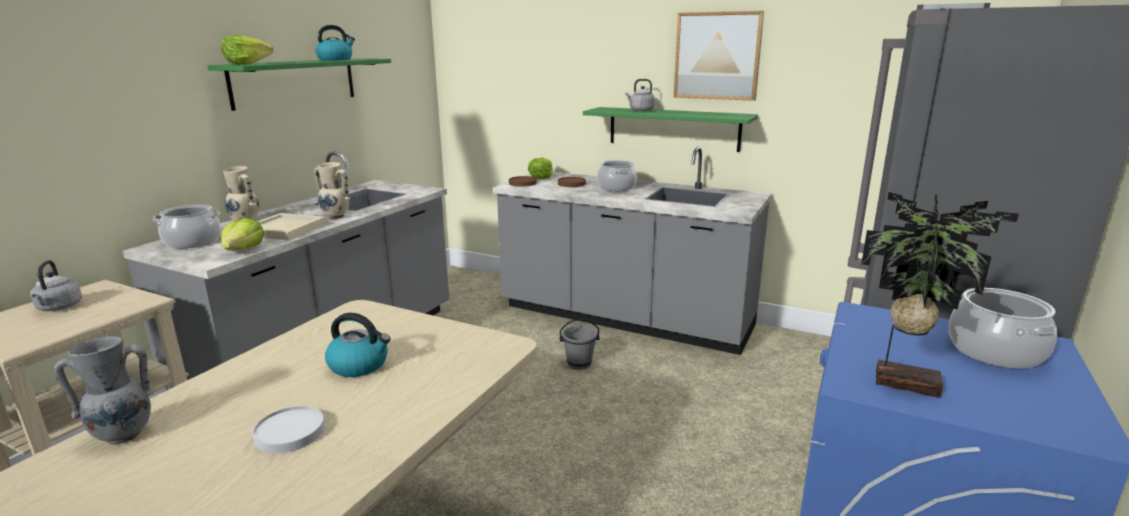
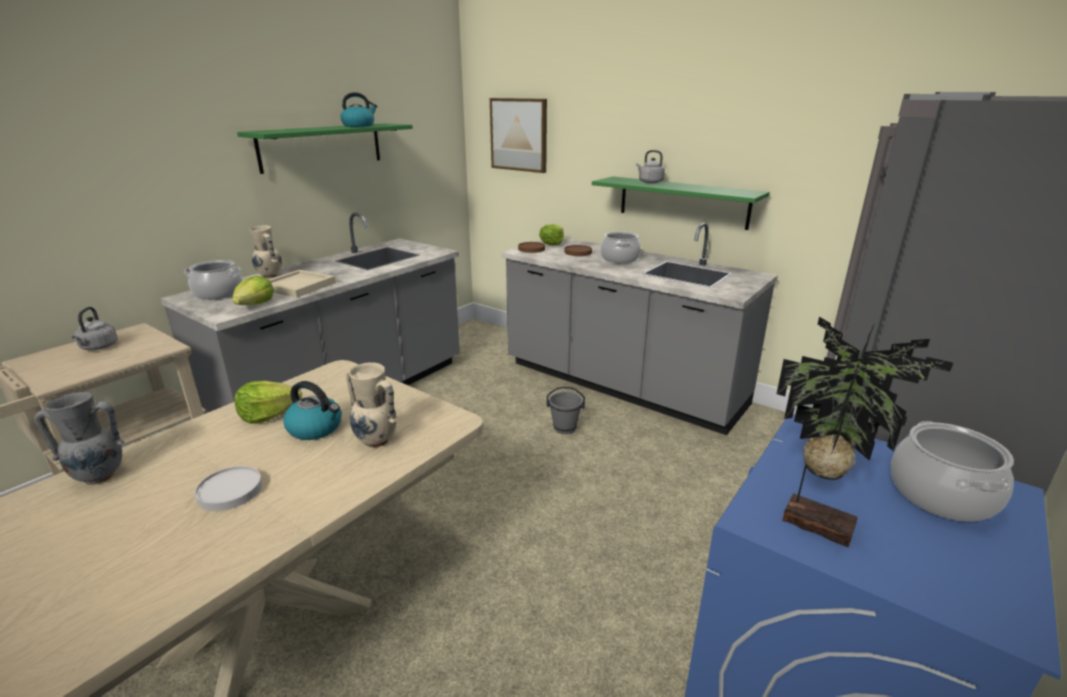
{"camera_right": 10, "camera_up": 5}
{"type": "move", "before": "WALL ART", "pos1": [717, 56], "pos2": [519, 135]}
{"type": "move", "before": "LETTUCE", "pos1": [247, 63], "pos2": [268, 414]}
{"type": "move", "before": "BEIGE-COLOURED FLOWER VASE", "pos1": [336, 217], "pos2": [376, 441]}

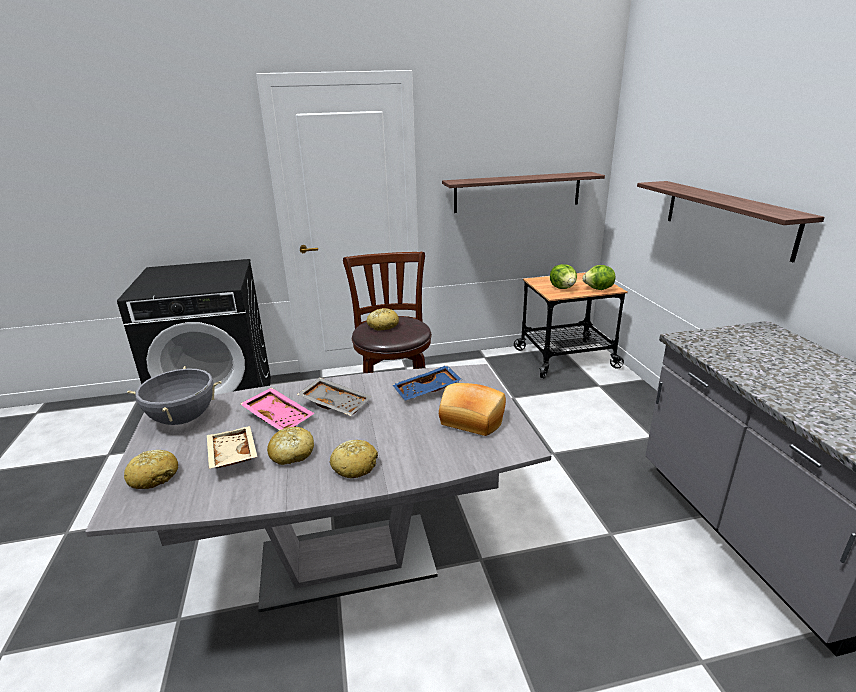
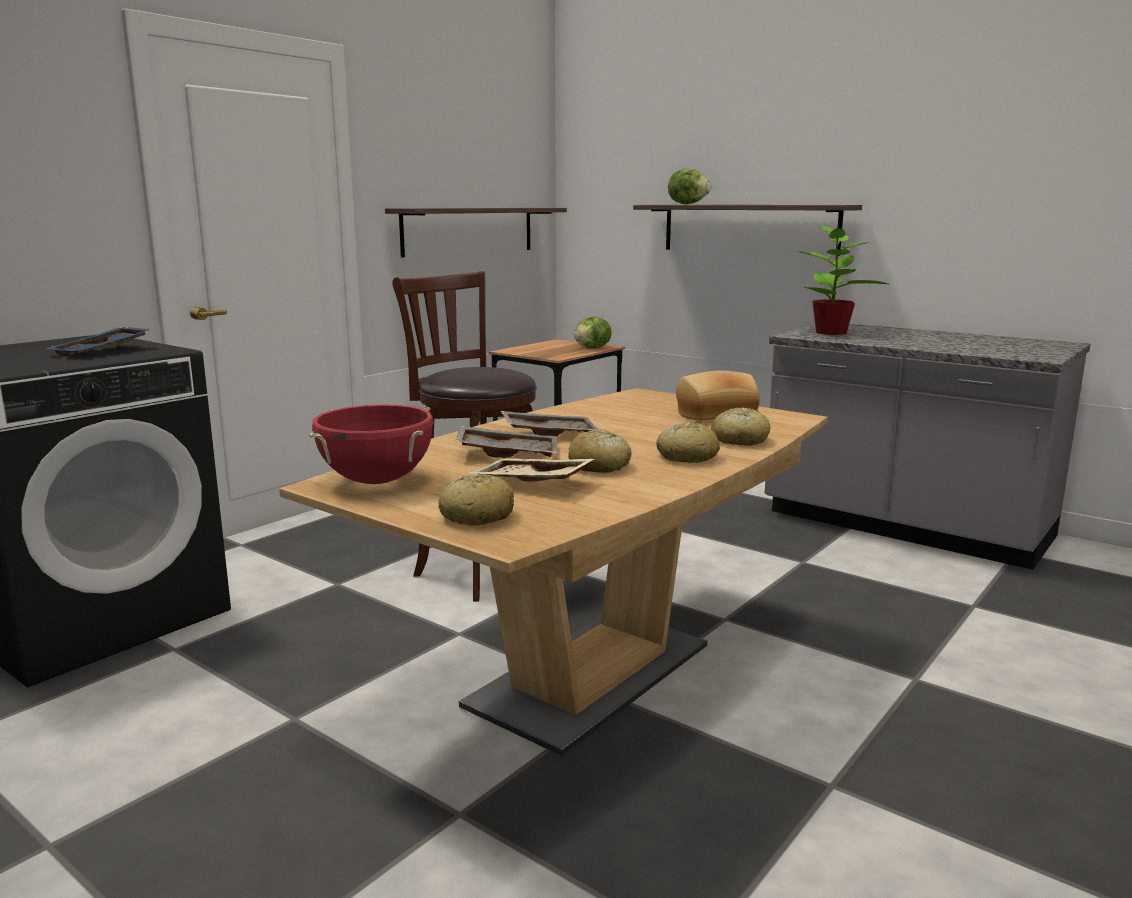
{"camera_right": -40, "camera_up": -10}
{"type": "move", "before": "LETTUCE", "pos1": [563, 288], "pos2": [688, 204]}
{"type": "move", "before": "BAKED BREAD", "pos1": [382, 326], "pos2": [739, 440]}
{"type": "recolor", "before": "GREY DINING TABLE", "after": "BROWN-COLOURED DINING TABLE", "pos1": [347, 561], "pos2": [590, 676]}
{"type": "move", "before": "BLUE-COLOURED TRAY", "pos1": [427, 391], "pos2": [103, 351]}
{"type": "recolor", "before": "GREY STOCKPOT", "after": "RED-COLOURED STOCKPOT", "pos1": [183, 419], "pos2": [377, 481]}
{"type": "recolor", "before": "PINKISH TRAY", "after": "GREY TRAY", "pos1": [279, 416], "pos2": [508, 453]}
{"type": "insert", "after": "POTTED PLANT", "pos2": [831, 333]}

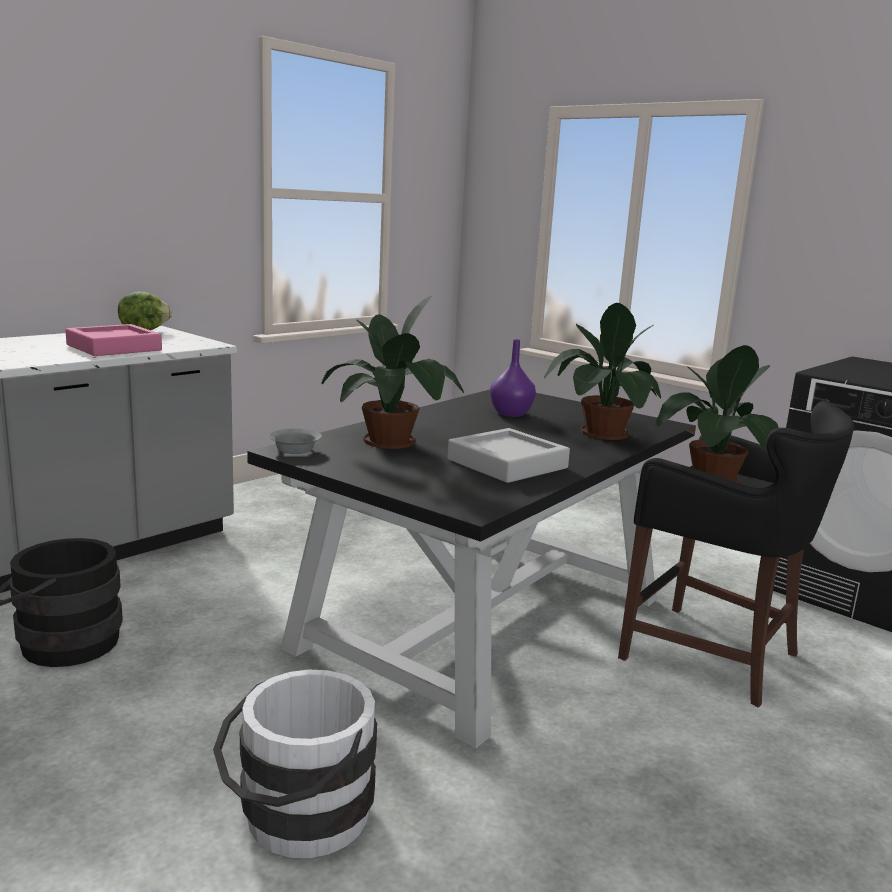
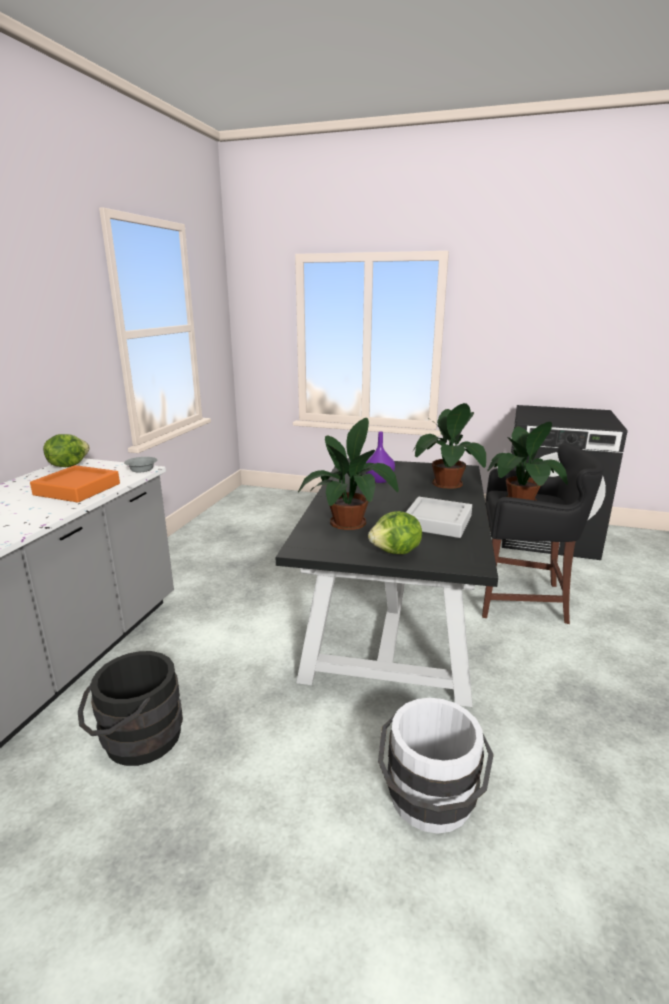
{"camera_right": -25, "camera_up": 5}
{"type": "recolor", "before": "PINKISH TRAY", "after": "ORANGEY TRAY", "pos1": [114, 347], "pos2": [77, 489]}
{"type": "move", "before": "GREY SERVING BOWL", "pos1": [295, 450], "pos2": [142, 470]}
{"type": "insert", "after": "LETTUCE", "pos2": [396, 552]}

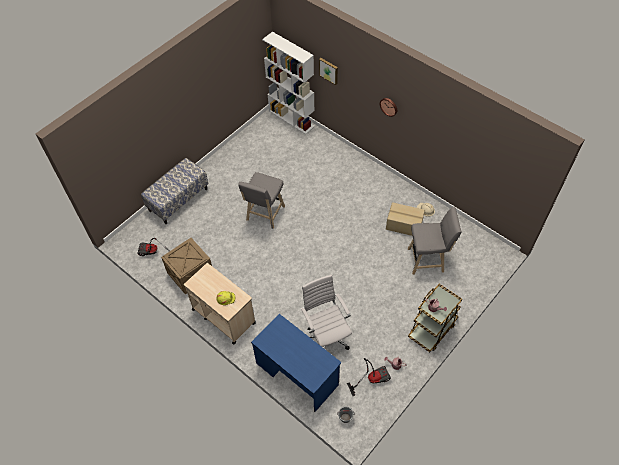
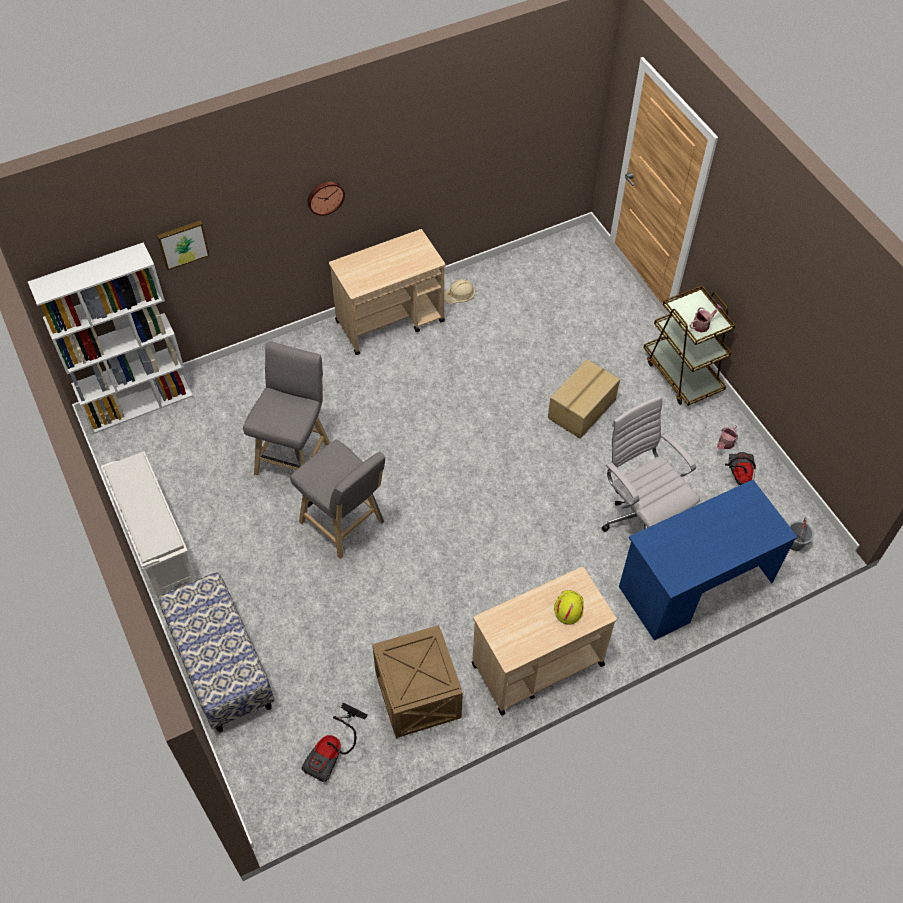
{"camera_right": -70, "camera_up": 0}
{"type": "move", "before": "CARDBOARD BOX", "pos1": [404, 225], "pos2": [582, 409]}
{"type": "move", "before": "GREY STOOL SEAT", "pos1": [428, 260], "pos2": [294, 455]}
{"type": "rotate", "before": "WHITE-COLOURED DESK CHAIR", "pos1": [326, 336], "pos2": [640, 517], "turn": 60}
{"type": "insert", "after": "BEIGE-COLOURED CART", "pos2": [390, 321]}
{"type": "insert", "after": "WHITE-COLOURED SHOE RACK", "pos2": [156, 543]}

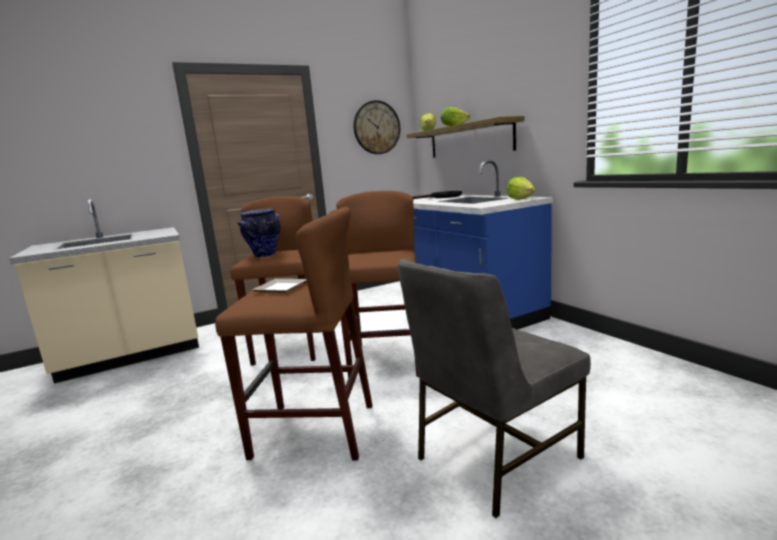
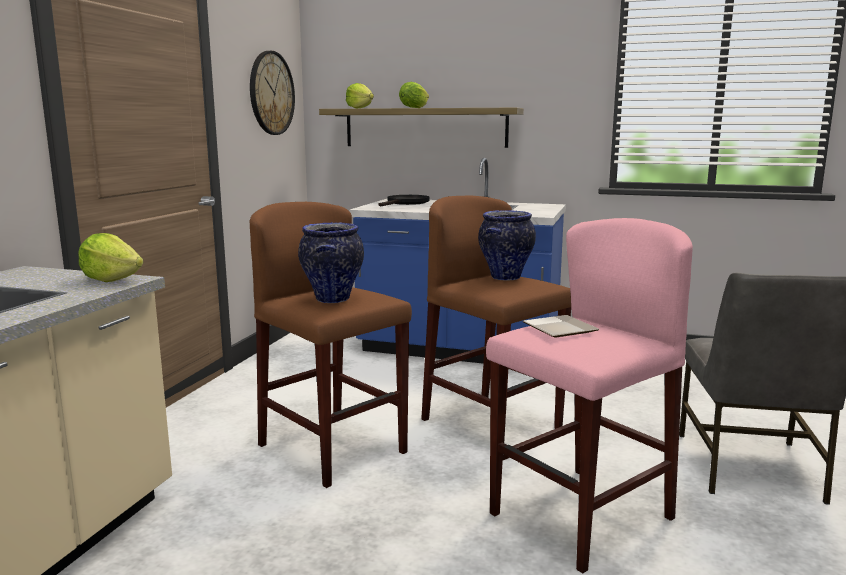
{"camera_right": -45, "camera_up": 0}
{"type": "move", "before": "LETTUCE", "pos1": [520, 199], "pos2": [112, 279]}
{"type": "recolor", "before": "BROWN-COLOURED STOOL SEAT", "after": "PINKISH STOOL SEAT", "pos1": [313, 430], "pos2": [580, 516]}
{"type": "insert", "after": "FLOWER VASE", "pos2": [505, 278]}

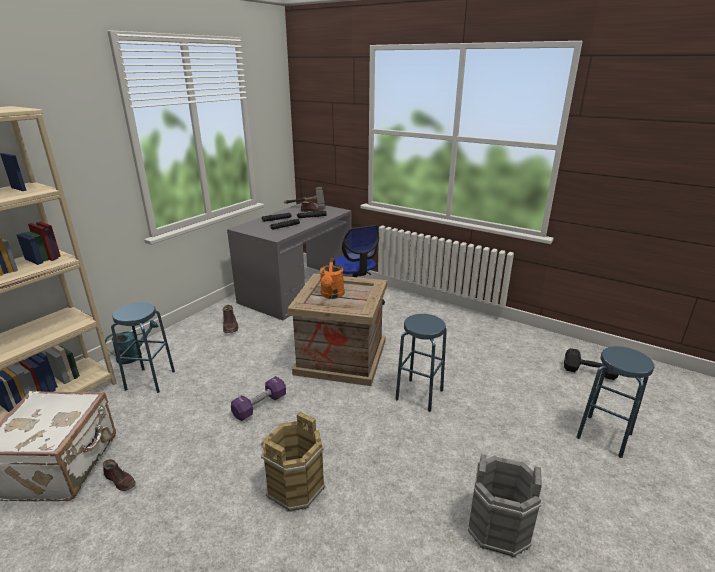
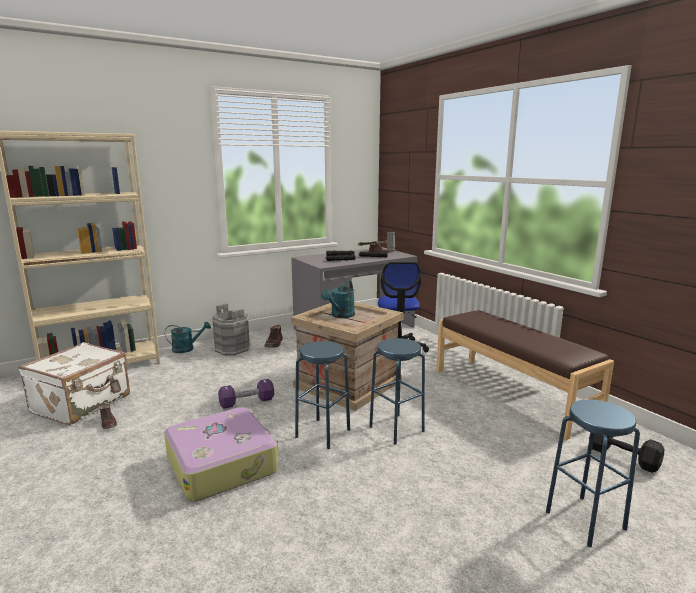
{"camera_right": 25, "camera_up": -10}
{"type": "recolor", "before": "ORANGEY SPRINKLING CAN", "after": "BLUE-GREEN SPRINKLING CAN", "pos1": [332, 295], "pos2": [340, 316]}
{"type": "move", "before": "BLUE-COLOURED STOOL SEAT", "pos1": [150, 380], "pos2": [323, 433]}
{"type": "replace", "before": "BROWN-COLOURED PAIL", "after": "PIECE OF LUGGAGE", "pos1": [295, 486], "pos2": [223, 464]}
{"type": "move", "before": "GREY PAIL", "pos1": [498, 526], "pos2": [232, 349]}
{"type": "insert", "after": "BROWN-COLOURED INDOOR BENCH", "pos2": [511, 393]}

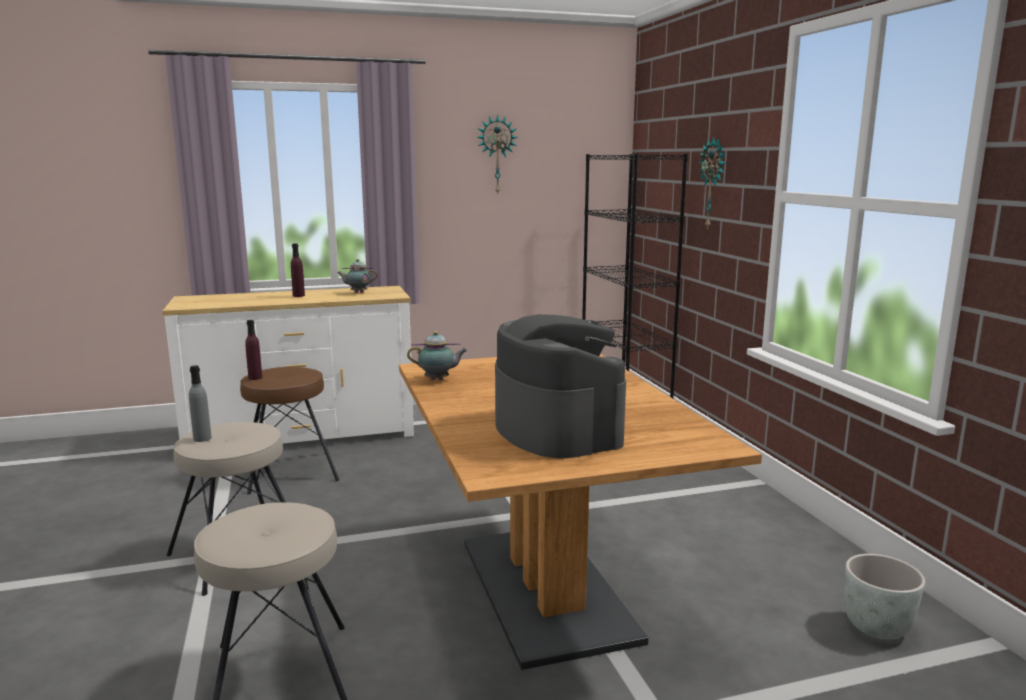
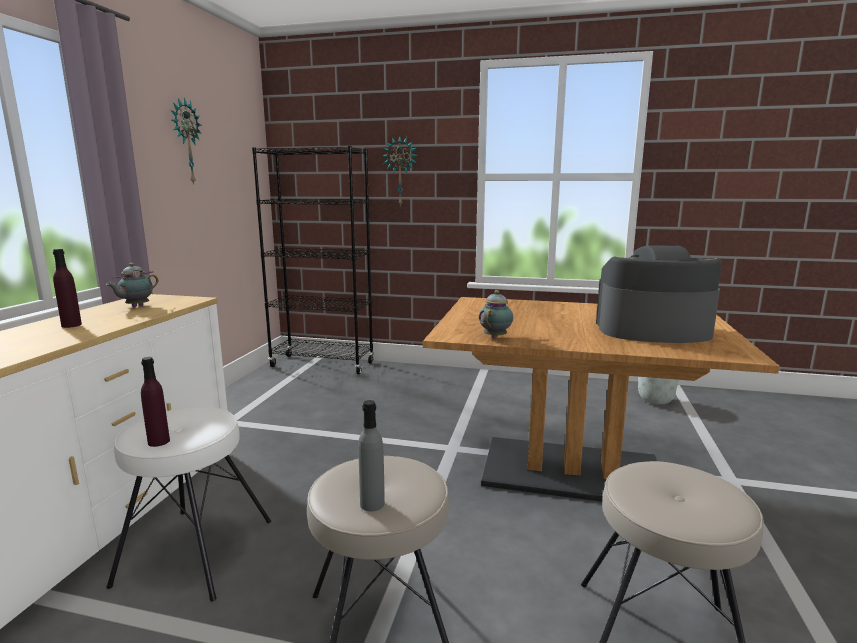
{"camera_right": -60, "camera_up": 0}
{"type": "recolor", "before": "BROWN-COLOURED STOOL SEAT", "after": "WHITE-COLOURED STOOL SEAT", "pos1": [290, 471], "pos2": [194, 551]}

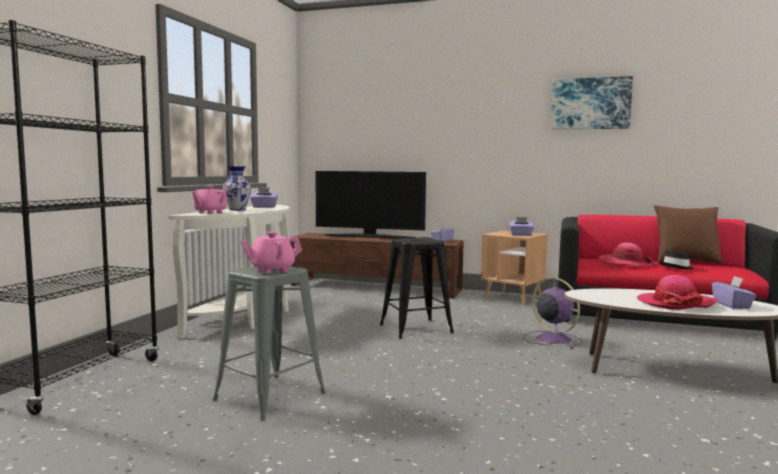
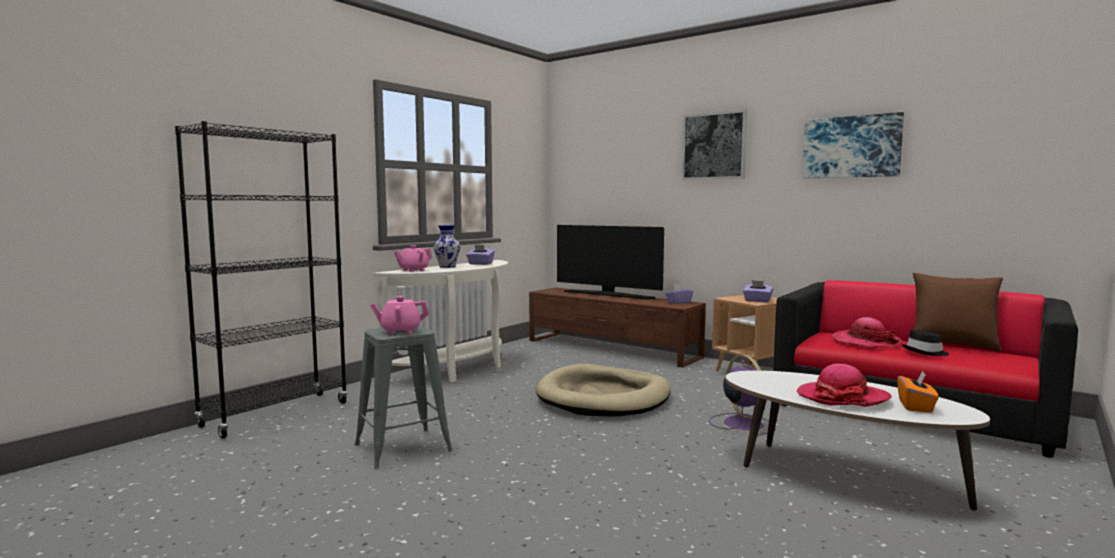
{"camera_right": 20, "camera_up": 0}
{"type": "replace", "before": "BLACK-COLOURED STOOL SEAT", "after": "BEIGE-COLOURED PET BED", "pos1": [415, 329], "pos2": [604, 397]}
{"type": "recolor", "before": "PURPLE-COLOURED TISSUE HOLDER", "after": "ORANGEY TISSUE HOLDER", "pos1": [732, 305], "pos2": [916, 406]}
{"type": "insert", "after": "WALL ART", "pos2": [714, 146]}

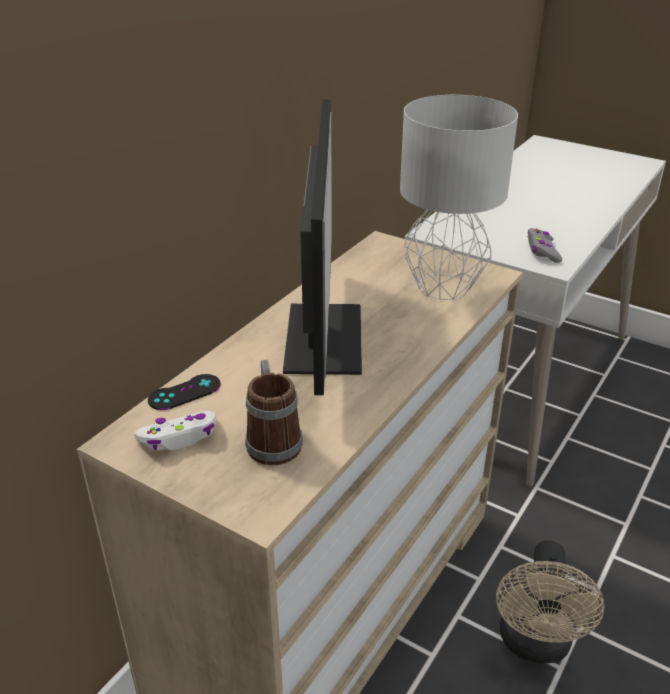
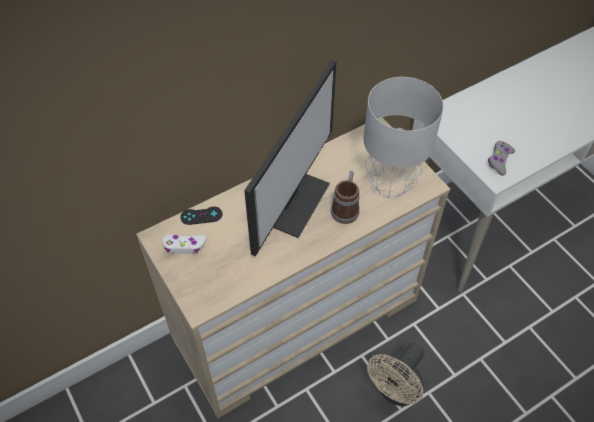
{"camera_right": 25, "camera_up": 20}
{"type": "move", "before": "MUG", "pos1": [272, 439], "pos2": [346, 207]}

